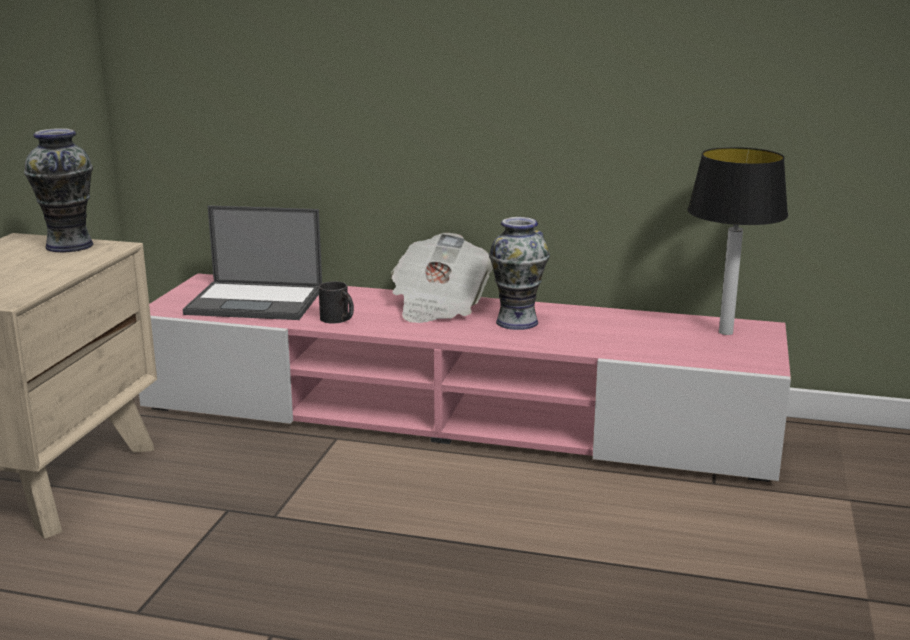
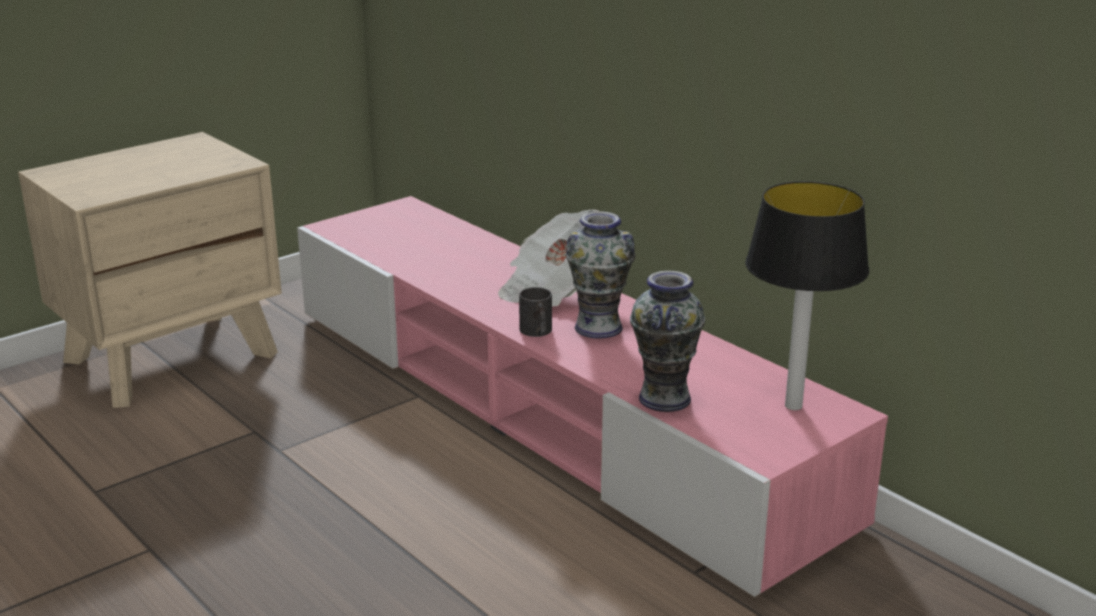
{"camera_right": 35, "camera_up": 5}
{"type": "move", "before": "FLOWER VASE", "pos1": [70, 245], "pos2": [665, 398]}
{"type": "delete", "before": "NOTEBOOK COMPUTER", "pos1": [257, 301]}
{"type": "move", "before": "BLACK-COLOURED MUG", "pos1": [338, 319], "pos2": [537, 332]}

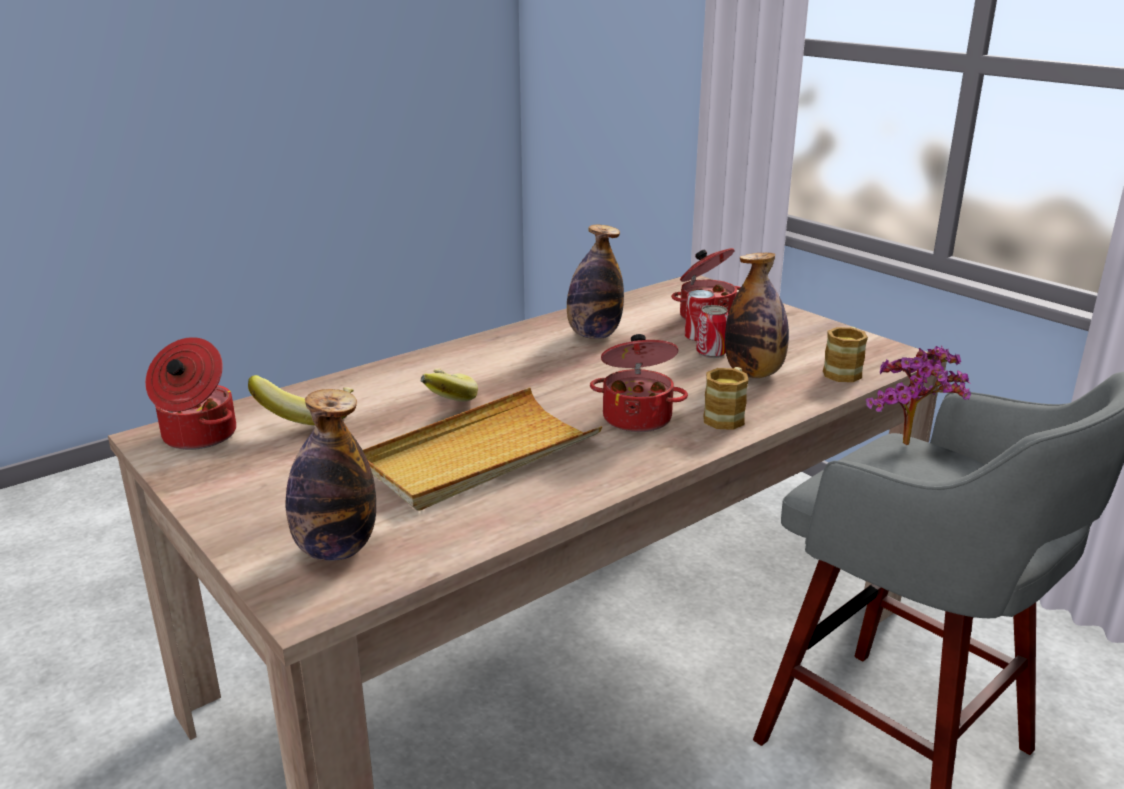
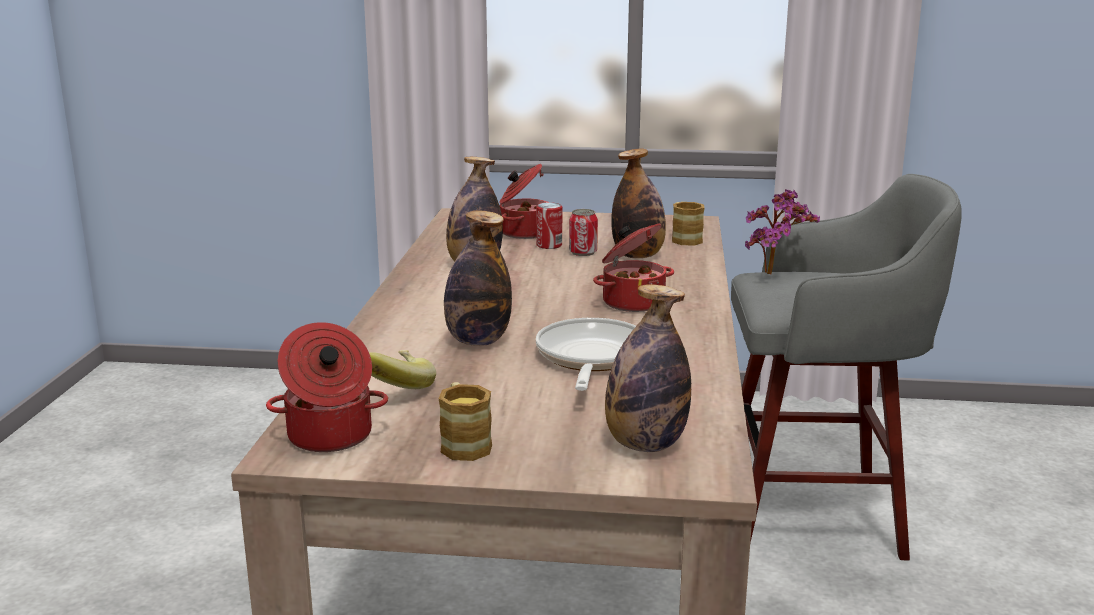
{"camera_right": -45, "camera_up": -5}
{"type": "move", "before": "MUG", "pos1": [726, 416], "pos2": [463, 443]}
{"type": "replace", "before": "BANANA", "after": "BOTTLE", "pos1": [442, 403], "pos2": [477, 341]}
{"type": "replace", "before": "BEIGE-COLOURED TRAY", "after": "SKILLET", "pos1": [479, 455], "pos2": [590, 359]}

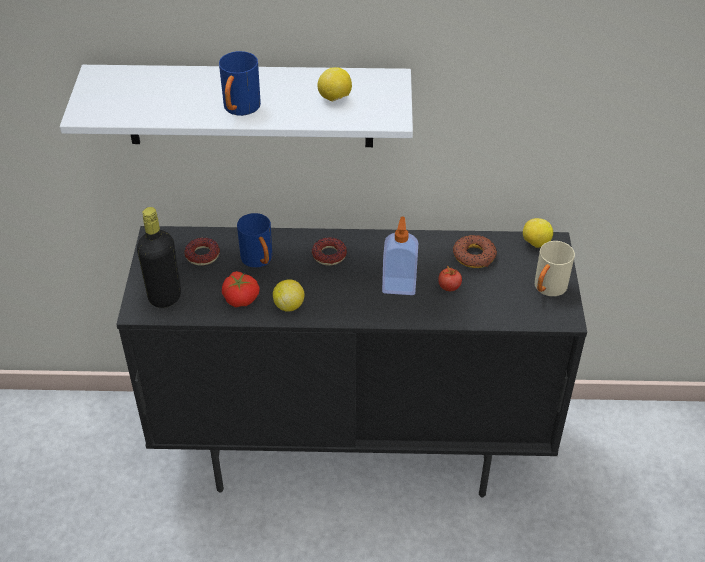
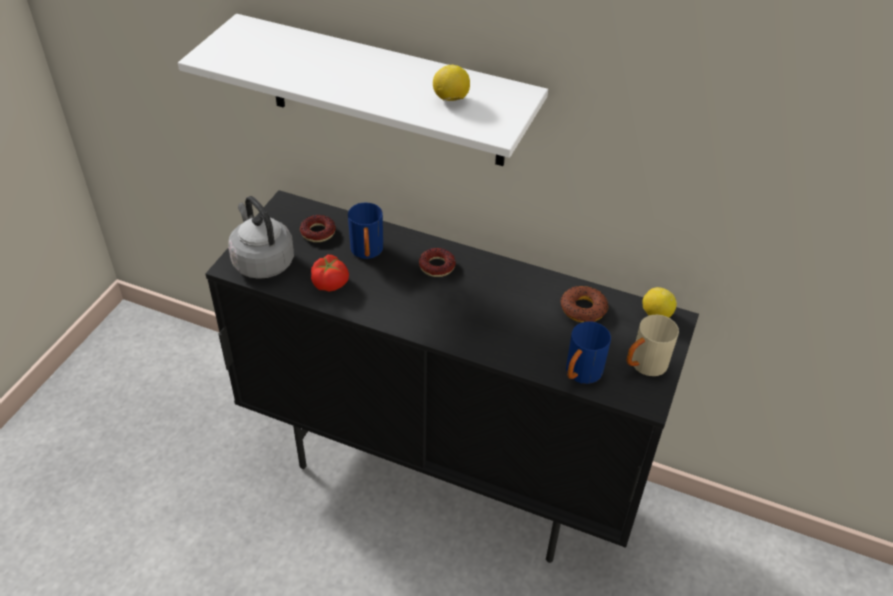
{"camera_right": 20, "camera_up": 0}
{"type": "move", "before": "BLUE-COLOURED MUG", "pos1": [239, 110], "pos2": [580, 375]}
{"type": "replace", "before": "BLACK-COLOURED BOTTLE", "after": "GREY KETTLE", "pos1": [165, 297], "pos2": [262, 261]}
{"type": "delete", "before": "LIQUID SOAP BOTTLE", "pos1": [399, 285]}
{"type": "delete", "before": "WHOLE TOMATO", "pos1": [449, 287]}
{"type": "delete", "before": "CITRUS FRUIT", "pos1": [289, 305]}

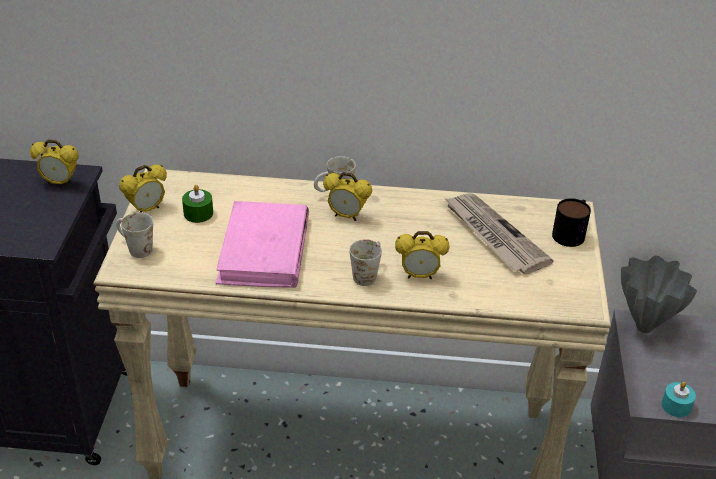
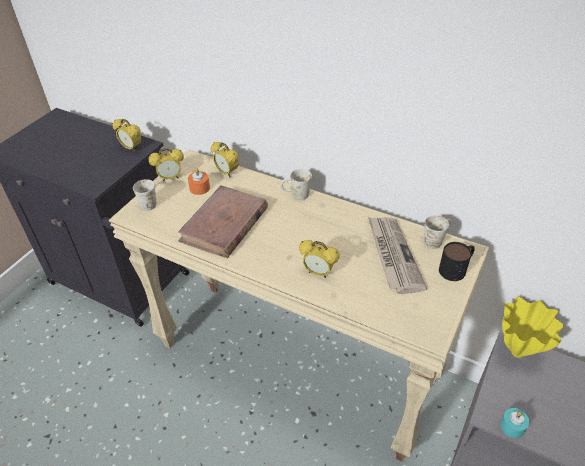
{"camera_right": 25, "camera_up": 5}
{"type": "move", "before": "TABLE CLOCK", "pos1": [346, 216], "pos2": [227, 173]}
{"type": "recolor", "before": "GREEN WAX LIGHT", "after": "ORANGEY WAX LIGHT", "pos1": [198, 213], "pos2": [199, 188]}
{"type": "recolor", "before": "PINKISH BOUND BOOK", "after": "BROWN-COLOURED BOUND BOOK", "pos1": [264, 250], "pos2": [224, 225]}
{"type": "move", "before": "WHITE-COLOURED MUG", "pos1": [368, 274], "pos2": [436, 240]}
{"type": "recolor", "before": "GREY FLOWER VASE", "after": "YELLOWISH FLOWER VASE", "pos1": [645, 326], "pos2": [518, 352]}

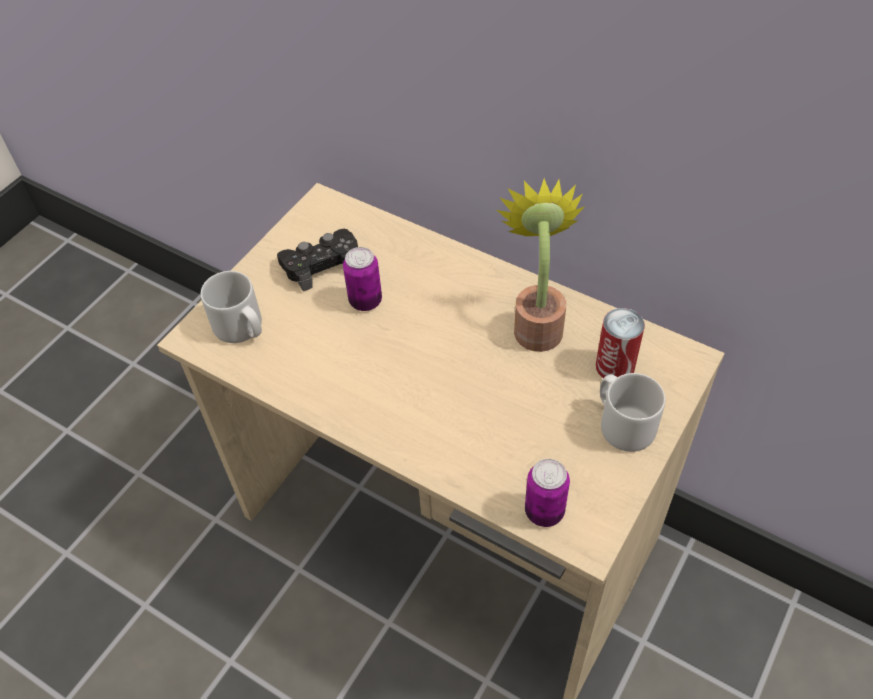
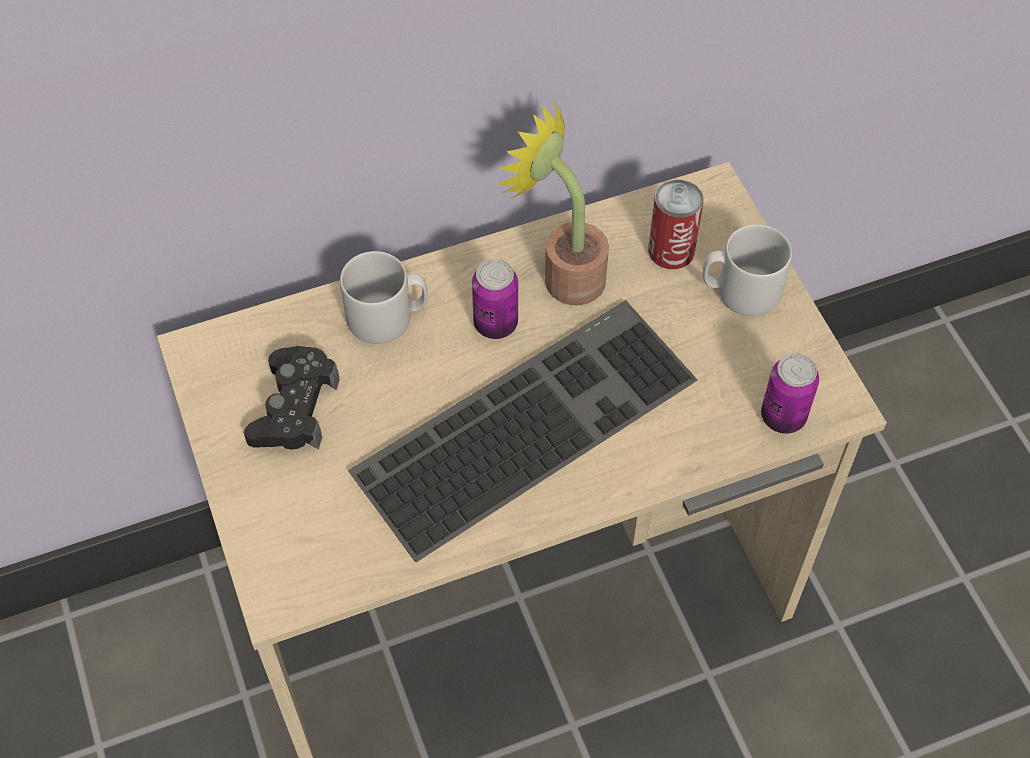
{"camera_right": -55, "camera_up": 5}
{"type": "move", "before": "CAN", "pos1": [365, 301], "pos2": [495, 324]}
{"type": "move", "before": "GREY MUG", "pos1": [242, 328], "pos2": [388, 317]}
{"type": "insert", "after": "KEYBOARD", "pos2": [525, 420]}

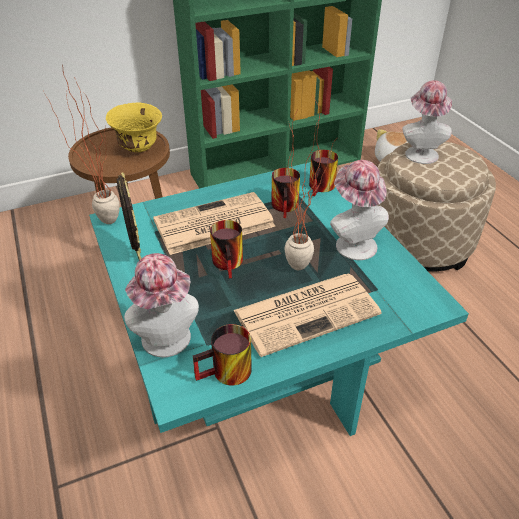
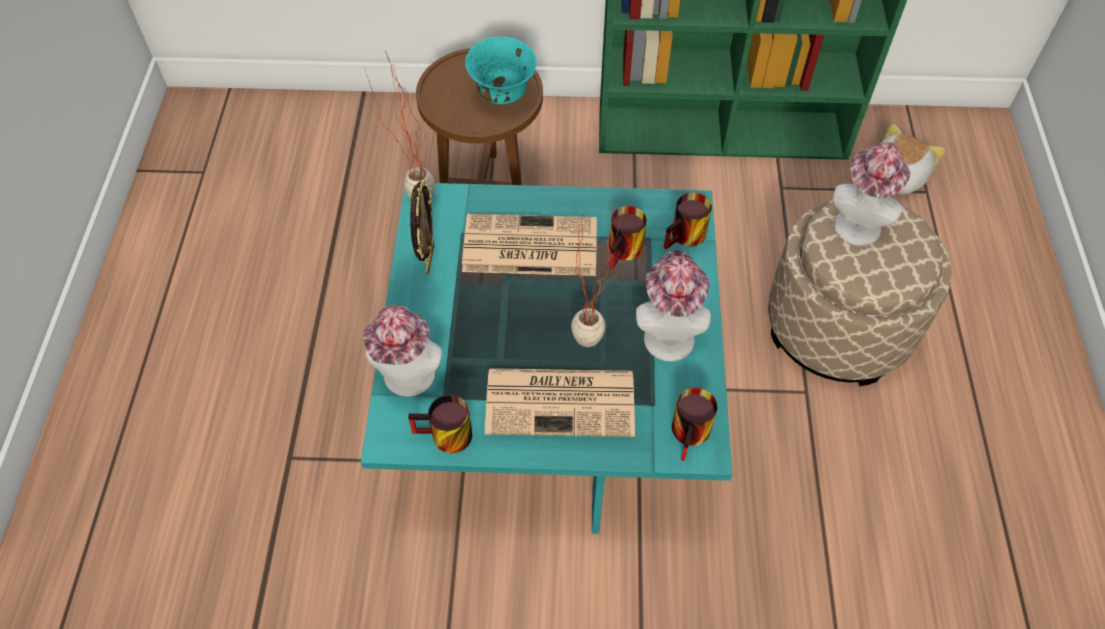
{"camera_right": 25, "camera_up": 15}
{"type": "recolor", "before": "YELLOWISH SERVING BOWL", "after": "BLUE-GREEN SERVING BOWL", "pos1": [139, 148], "pos2": [503, 96]}
{"type": "move", "before": "MUG", "pos1": [231, 263], "pos2": [693, 435]}

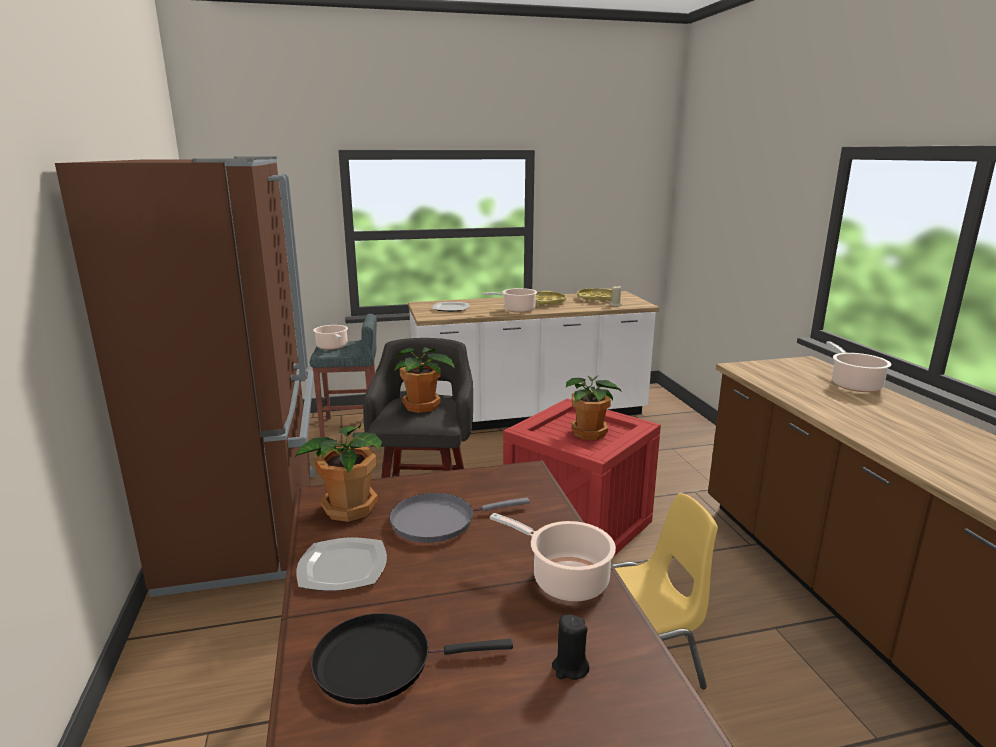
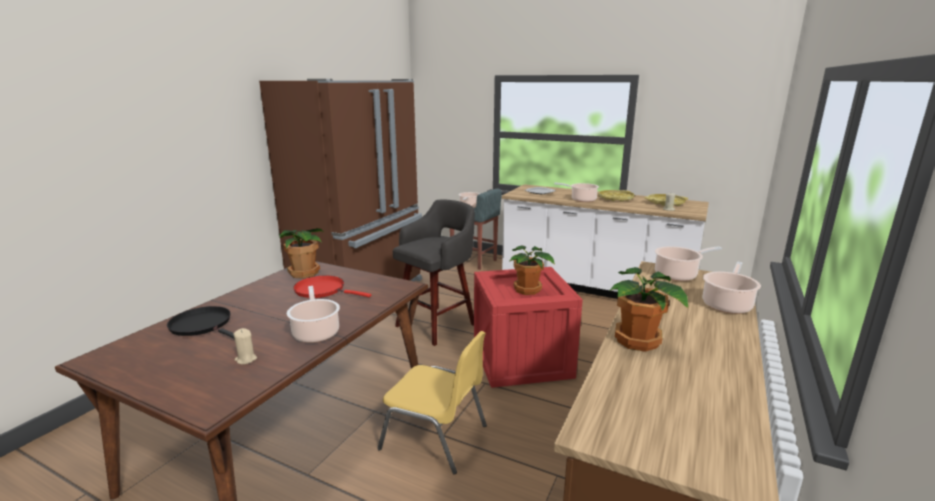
{"camera_right": 40, "camera_up": 0}
{"type": "move", "before": "POTTED PLANT", "pos1": [422, 407], "pos2": [638, 342]}
{"type": "recolor", "before": "GREY SKILLET", "after": "RED-COLOURED SKILLET", "pos1": [438, 521], "pos2": [323, 290]}
{"type": "delete", "before": "FLAT DISH", "pos1": [342, 566]}
{"type": "recolor", "before": "BLACK-COLOURED WAX LIGHT", "after": "BEIGE-COLOURED WAX LIGHT", "pos1": [570, 667], "pos2": [246, 359]}
{"type": "insert", "after": "STOCKPOT", "pos2": [678, 275]}

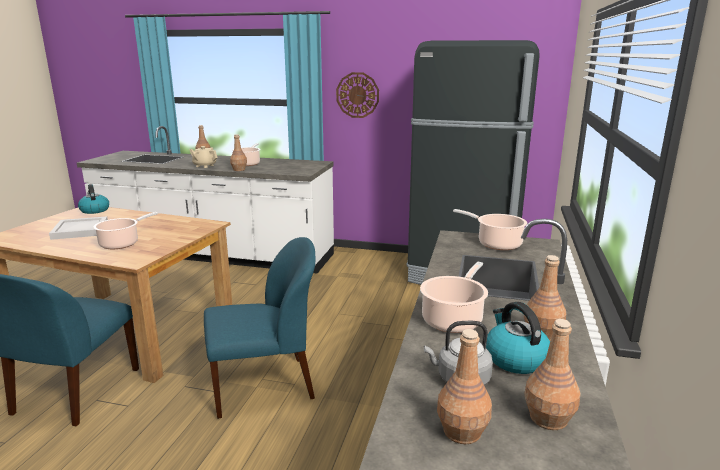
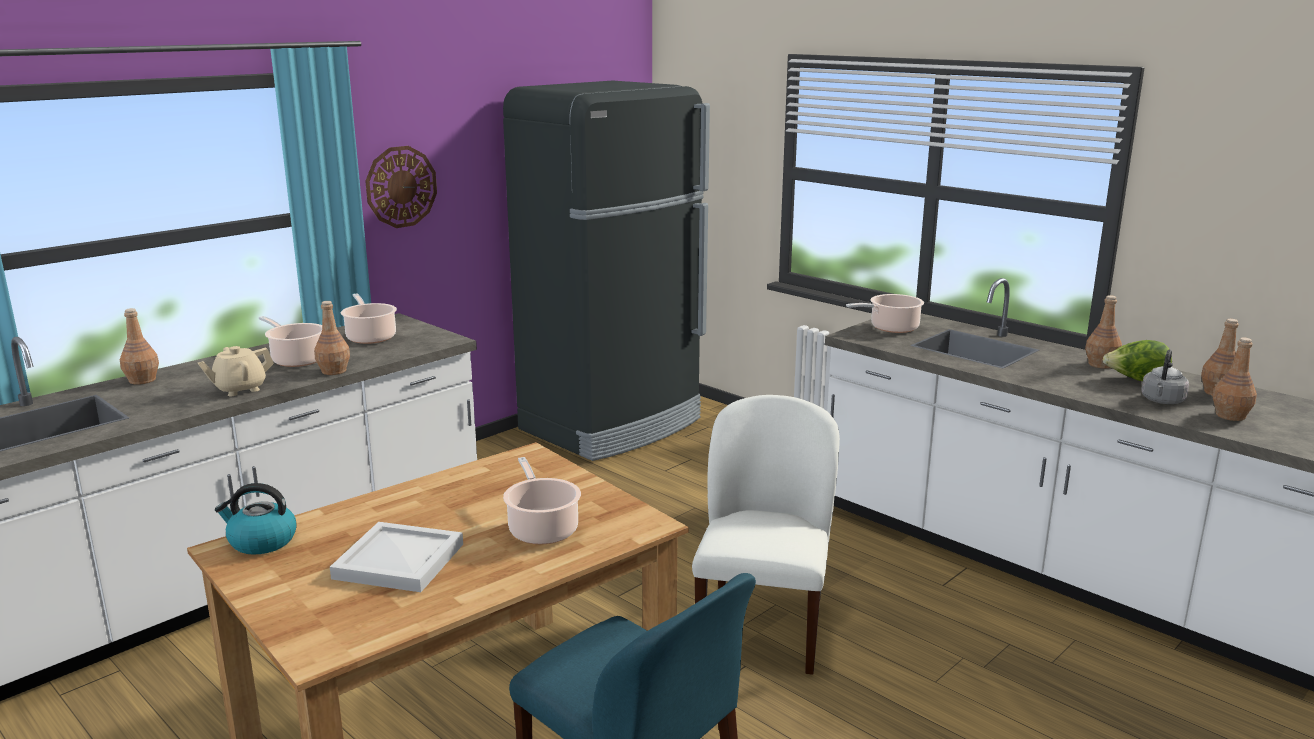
{"camera_right": -60, "camera_up": 0}
{"type": "recolor", "before": "BLUE-COLOURED PLAIN CHAIR", "after": "WHITE-COLOURED PLAIN CHAIR", "pos1": [265, 386], "pos2": [762, 626]}
{"type": "move", "before": "STOCKPOT", "pos1": [453, 319], "pos2": [370, 337]}
{"type": "replace", "before": "KETTLE", "after": "LETTUCE", "pos1": [515, 359], "pos2": [1136, 380]}

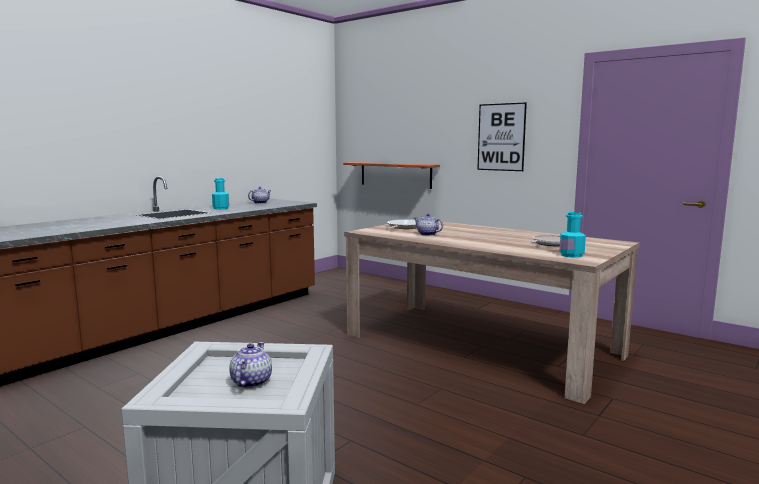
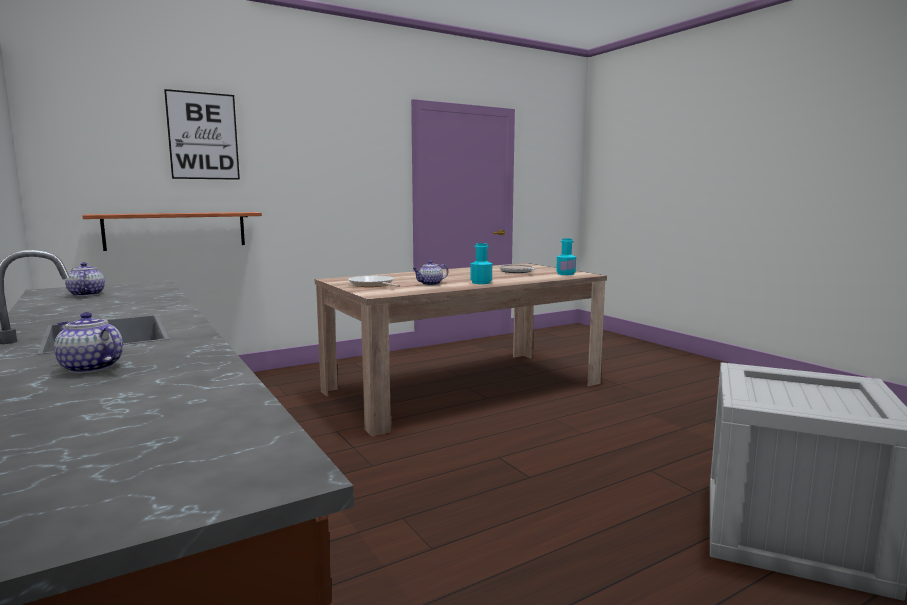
{"camera_right": -70, "camera_up": 0}
{"type": "move", "before": "WALL ART", "pos1": [501, 137], "pos2": [203, 136]}
{"type": "move", "before": "BLUE-GREEN BOTTLE", "pos1": [221, 208], "pos2": [481, 282]}
{"type": "move", "before": "TEAPOT", "pos1": [251, 382], "pos2": [90, 368]}

